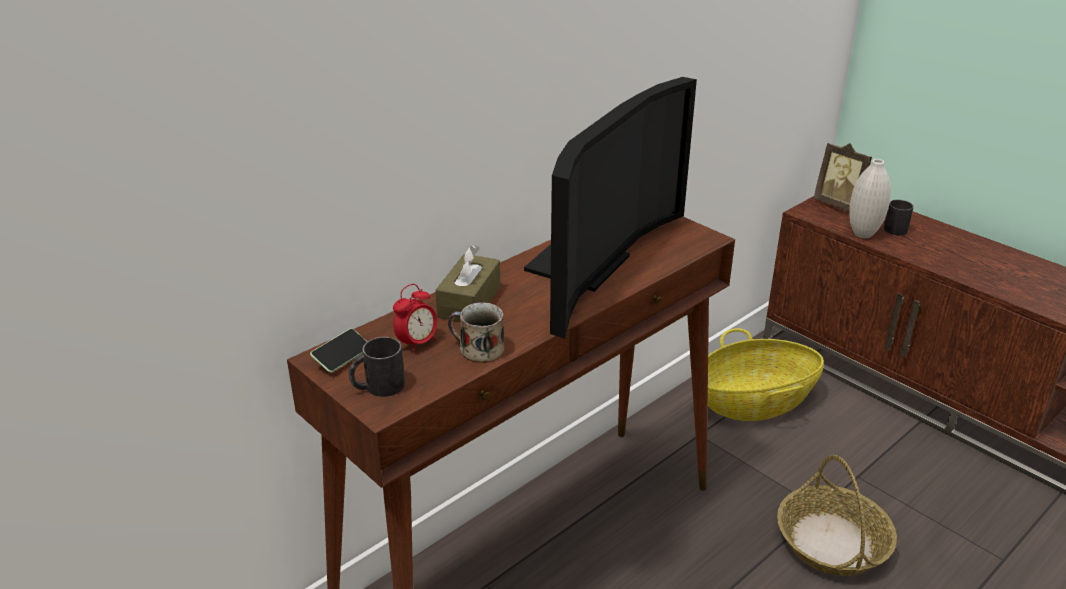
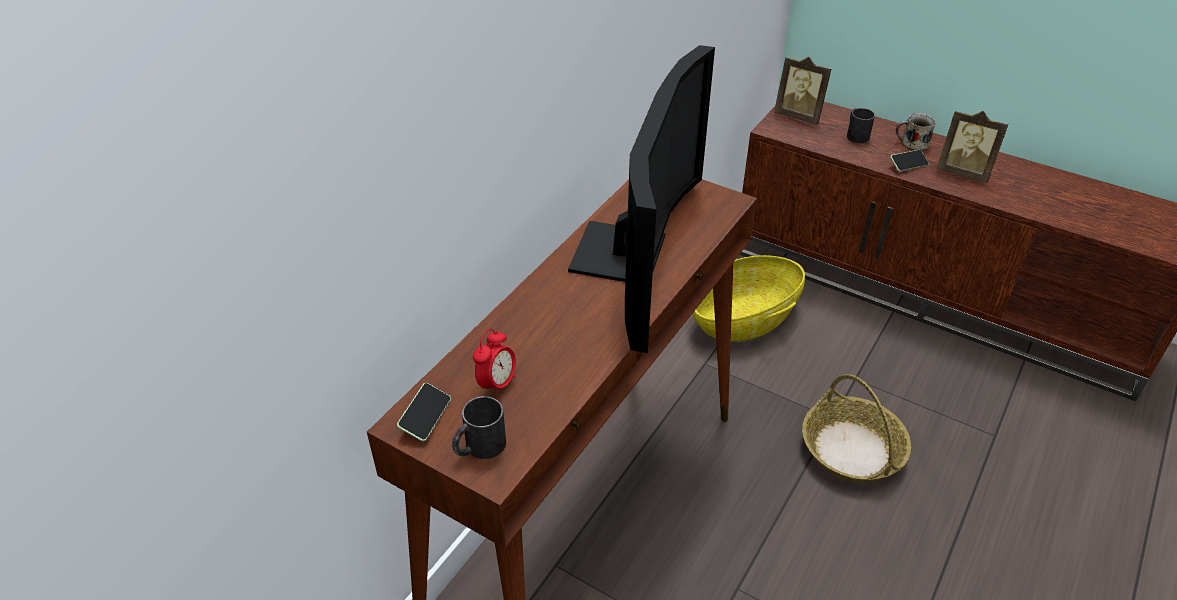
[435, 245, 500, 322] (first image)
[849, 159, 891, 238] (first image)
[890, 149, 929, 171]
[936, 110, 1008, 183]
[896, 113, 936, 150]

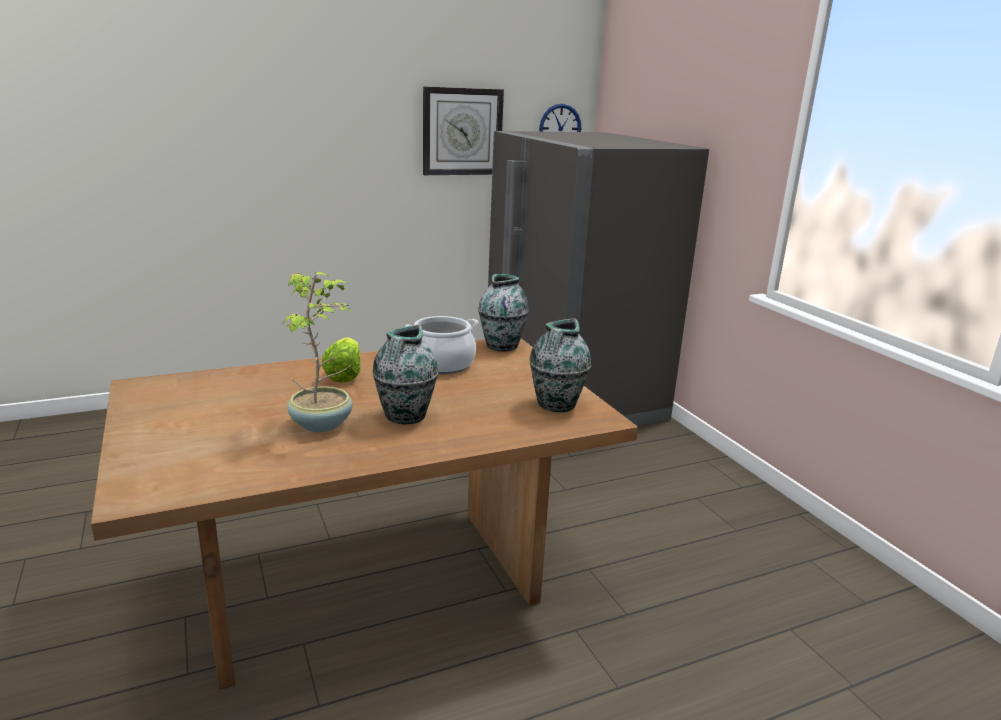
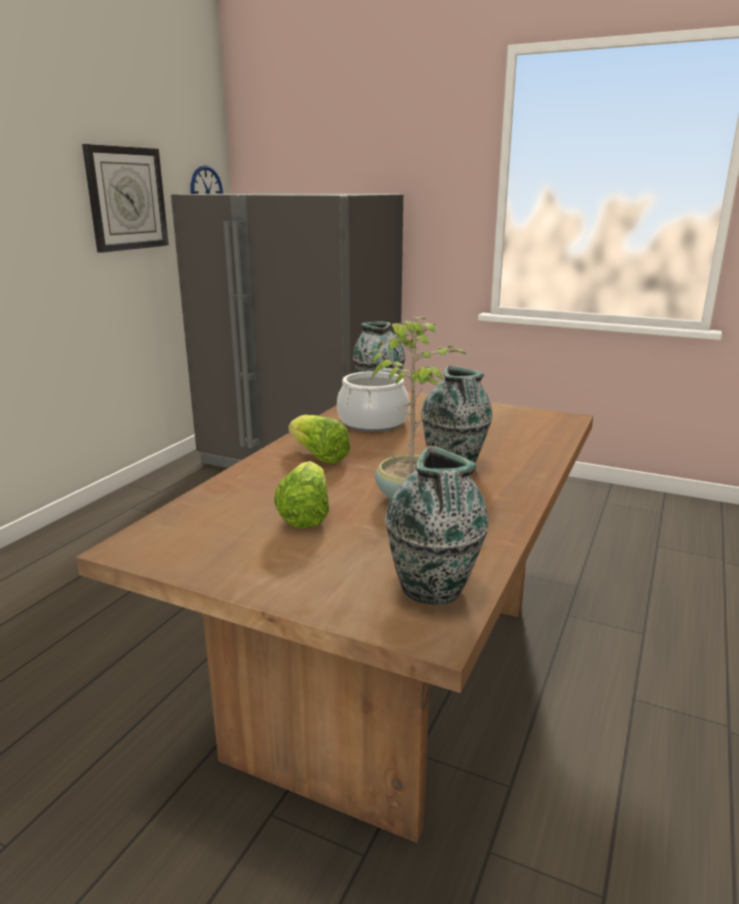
[274, 461, 329, 529]
[385, 446, 489, 605]

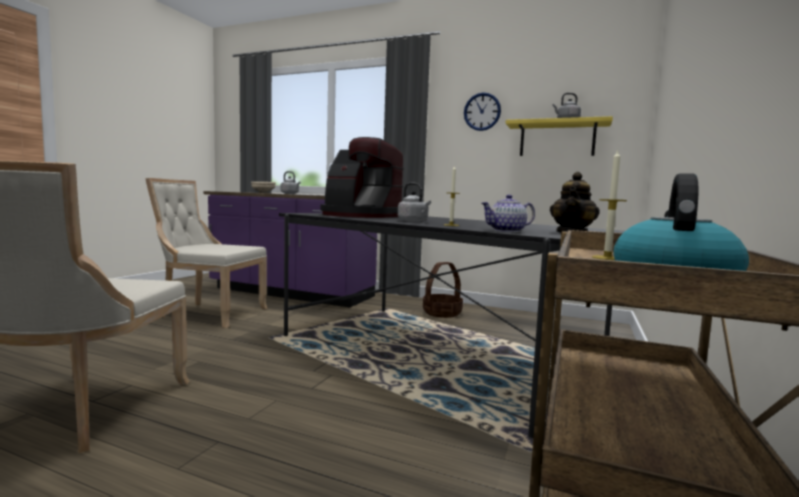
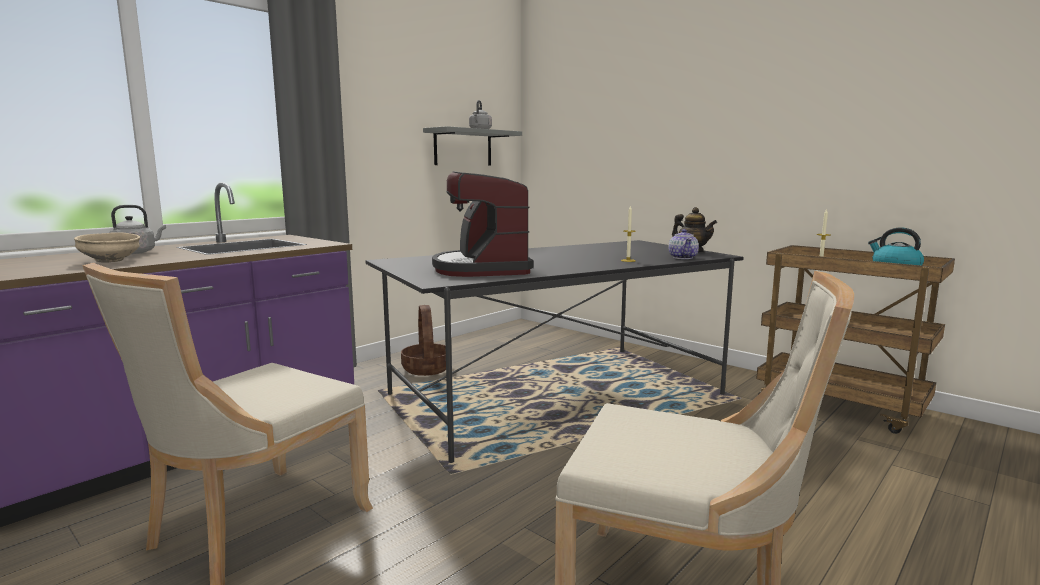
[398, 183, 431, 222] (first image)
[464, 92, 501, 131] (first image)
[423, 126, 522, 166]
[432, 171, 533, 277]

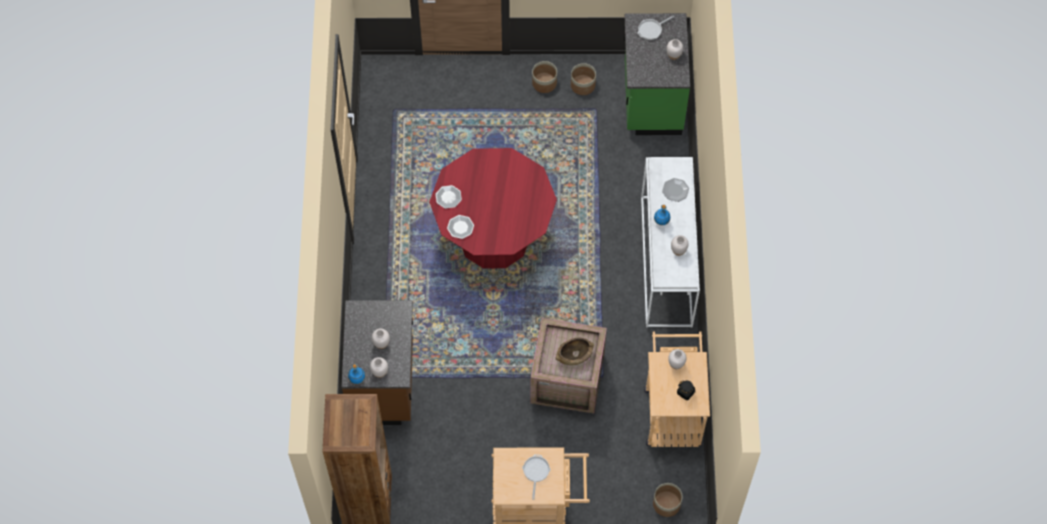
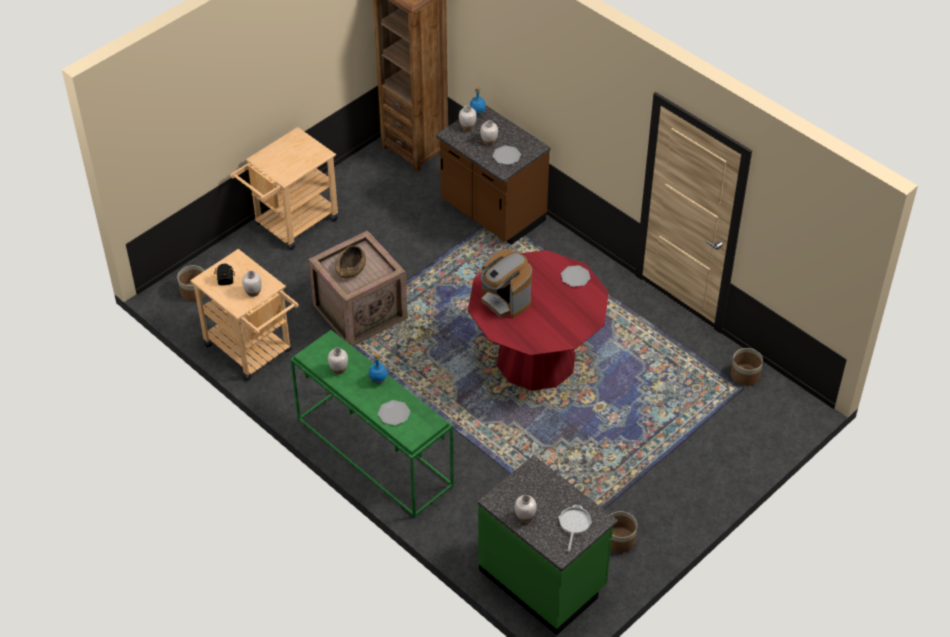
[522, 454, 551, 500] (first image)
[480, 249, 532, 318]
[493, 146, 521, 165]
[731, 348, 763, 386]
[290, 330, 454, 518]

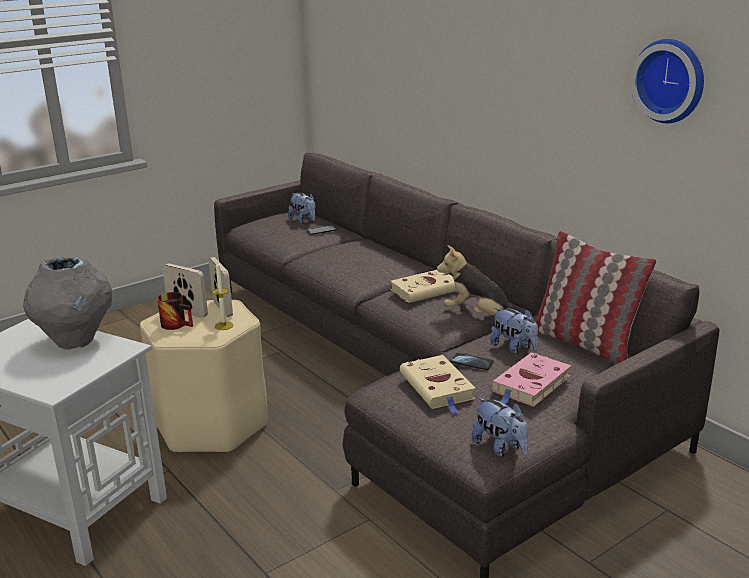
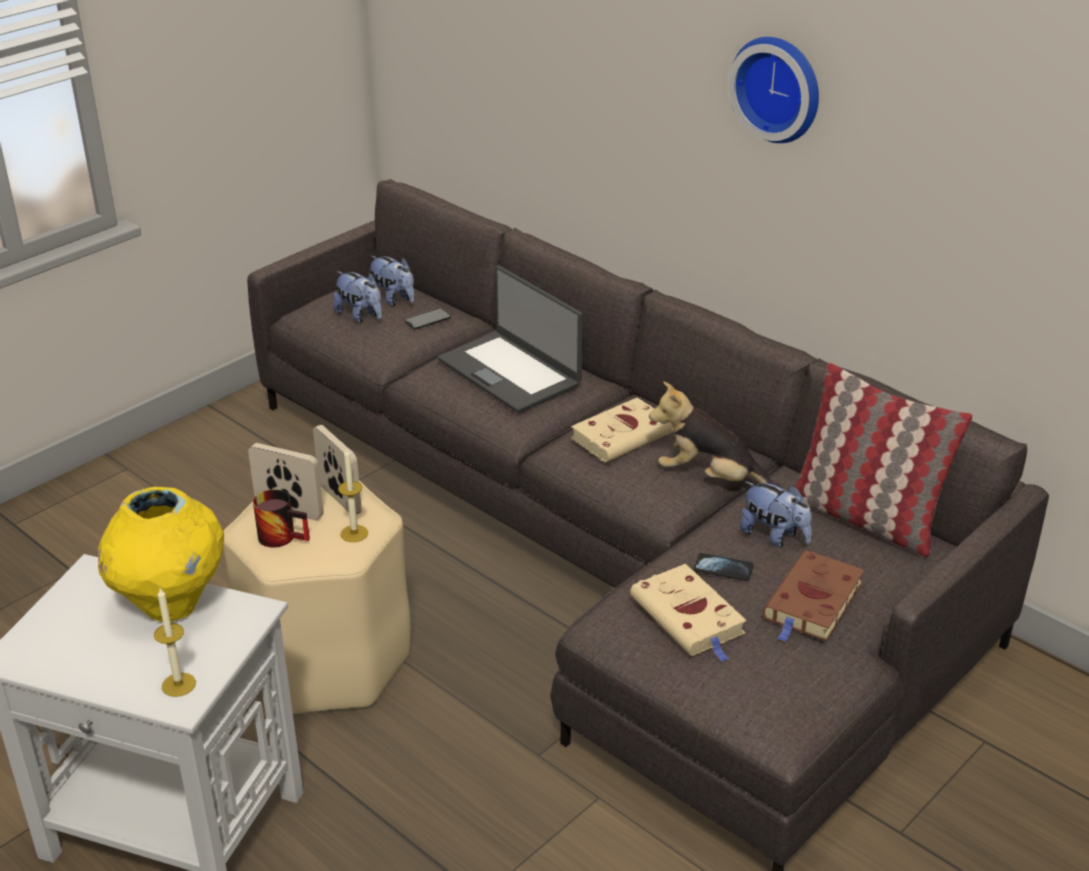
[154, 588, 196, 697]
[438, 266, 583, 413]
[333, 271, 382, 323]
[728, 37, 819, 143]
[98, 487, 224, 622]
[763, 550, 864, 642]

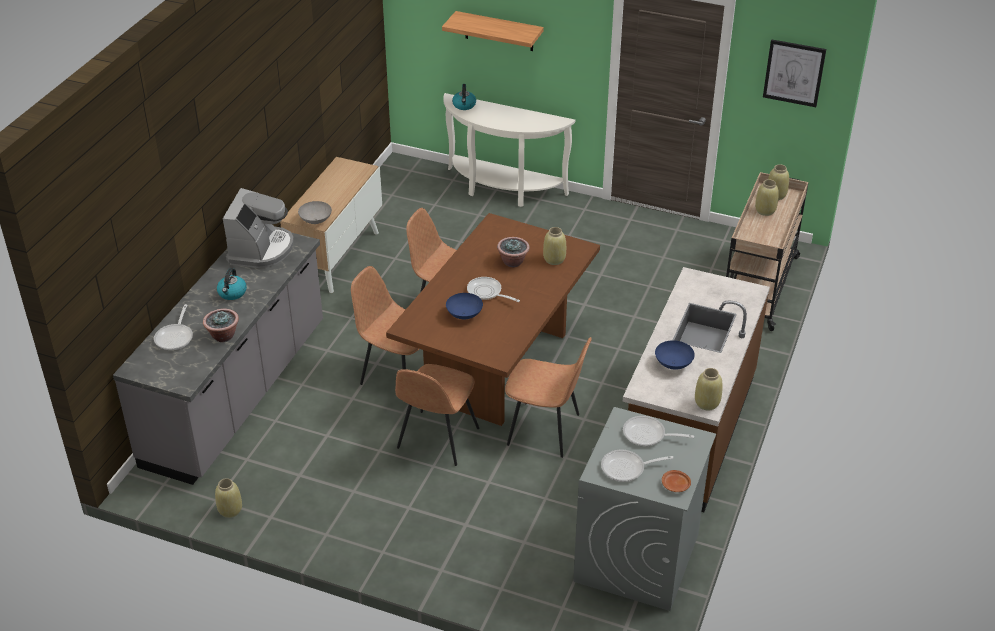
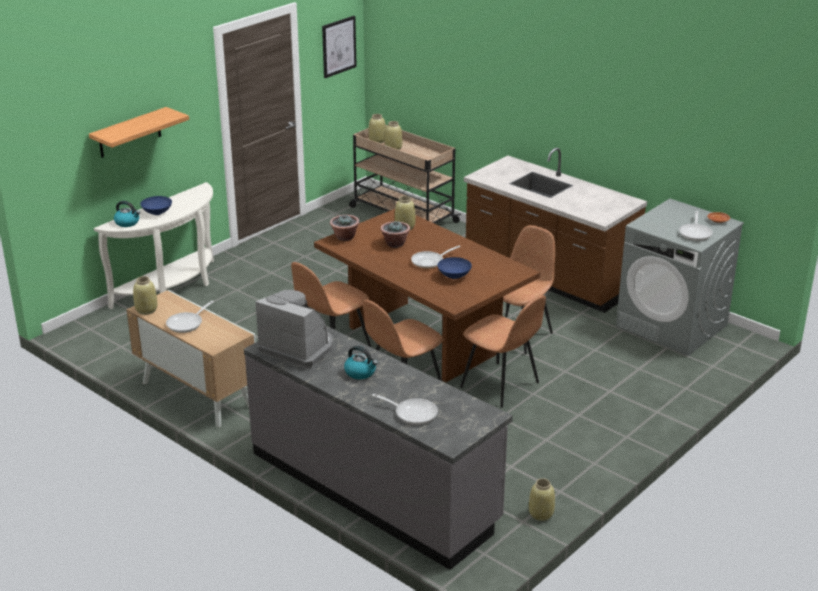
[298, 201, 332, 224] (first image)
[330, 215, 359, 241]
[166, 301, 214, 333]
[140, 196, 172, 215]
[133, 276, 158, 315]

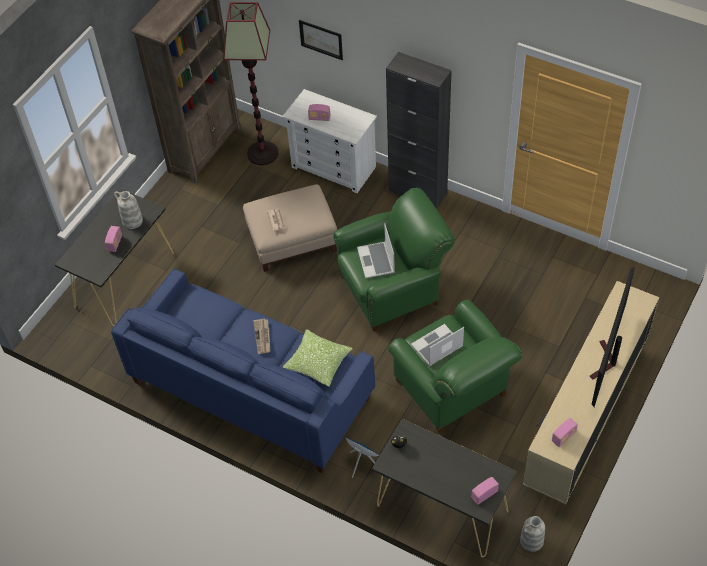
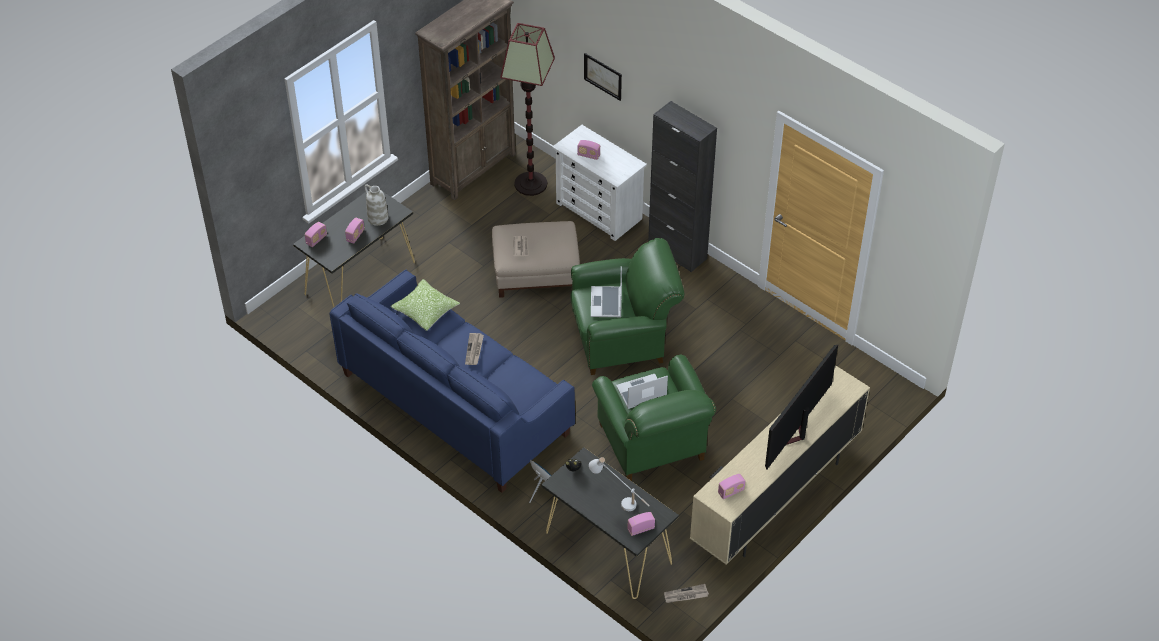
[304, 222, 327, 247]
[589, 457, 650, 511]
[390, 279, 460, 331]
[664, 584, 709, 603]

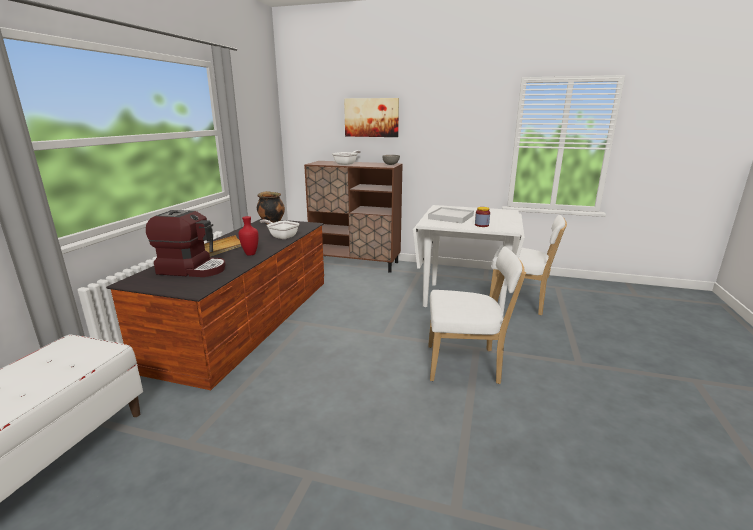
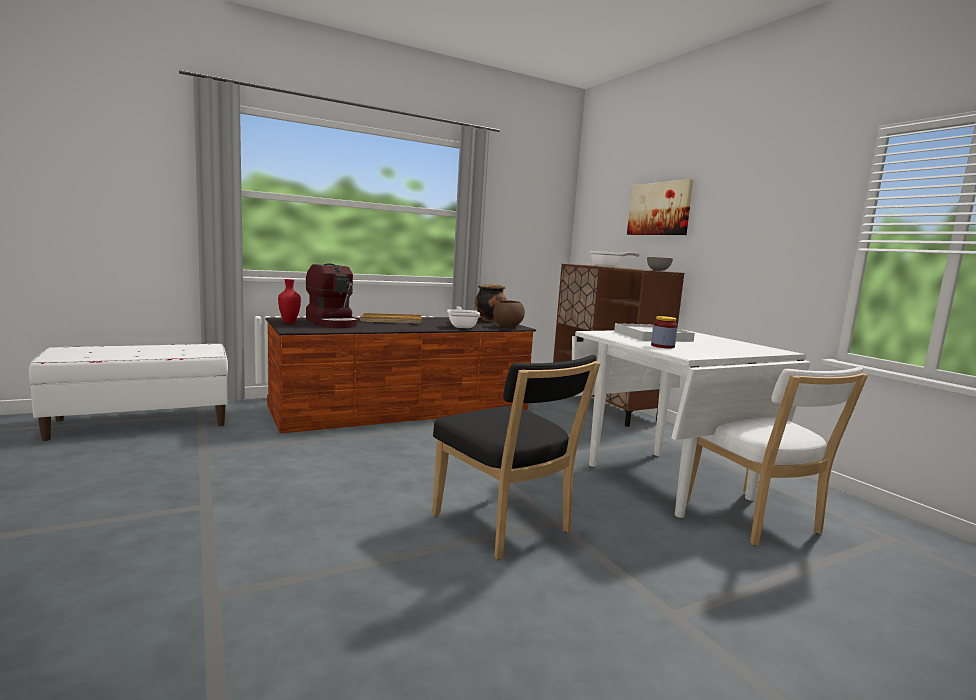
[493, 300, 525, 327]
[278, 279, 301, 323]
[432, 355, 600, 560]

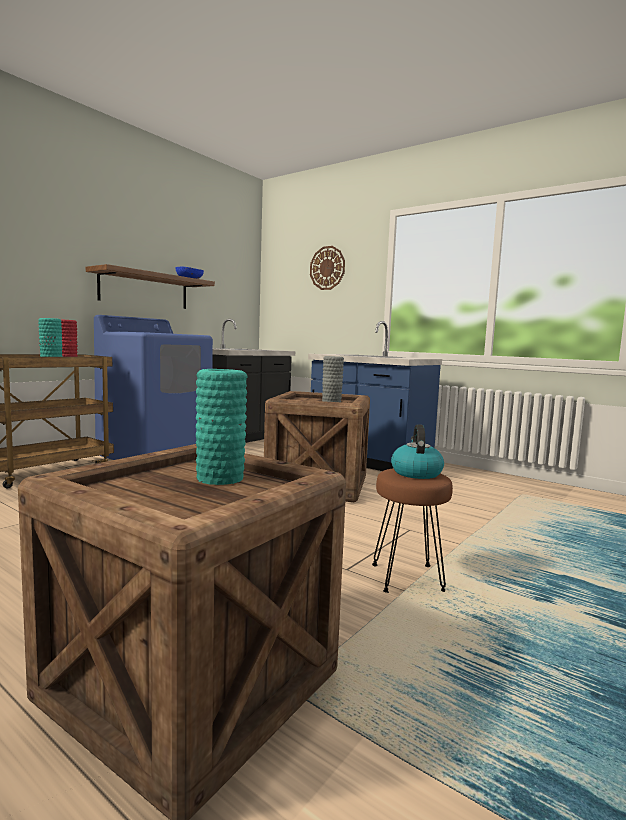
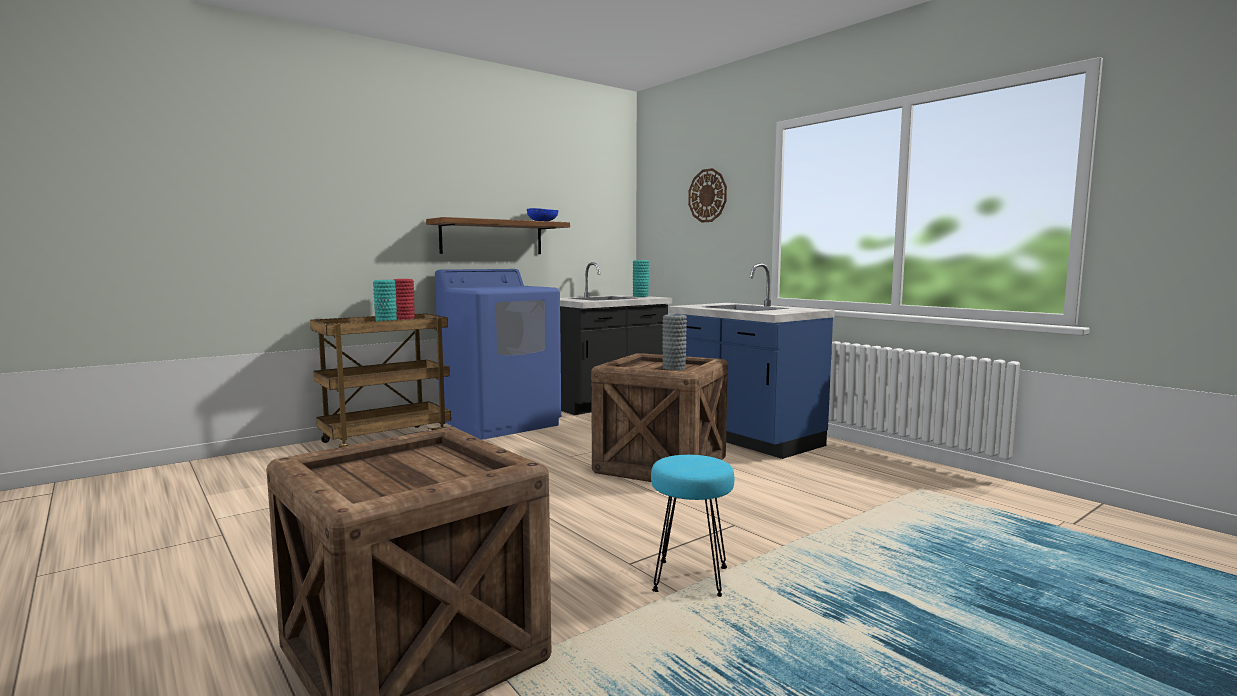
[391, 424, 444, 479] (first image)
[633, 260, 649, 297]
[651, 455, 734, 597]

